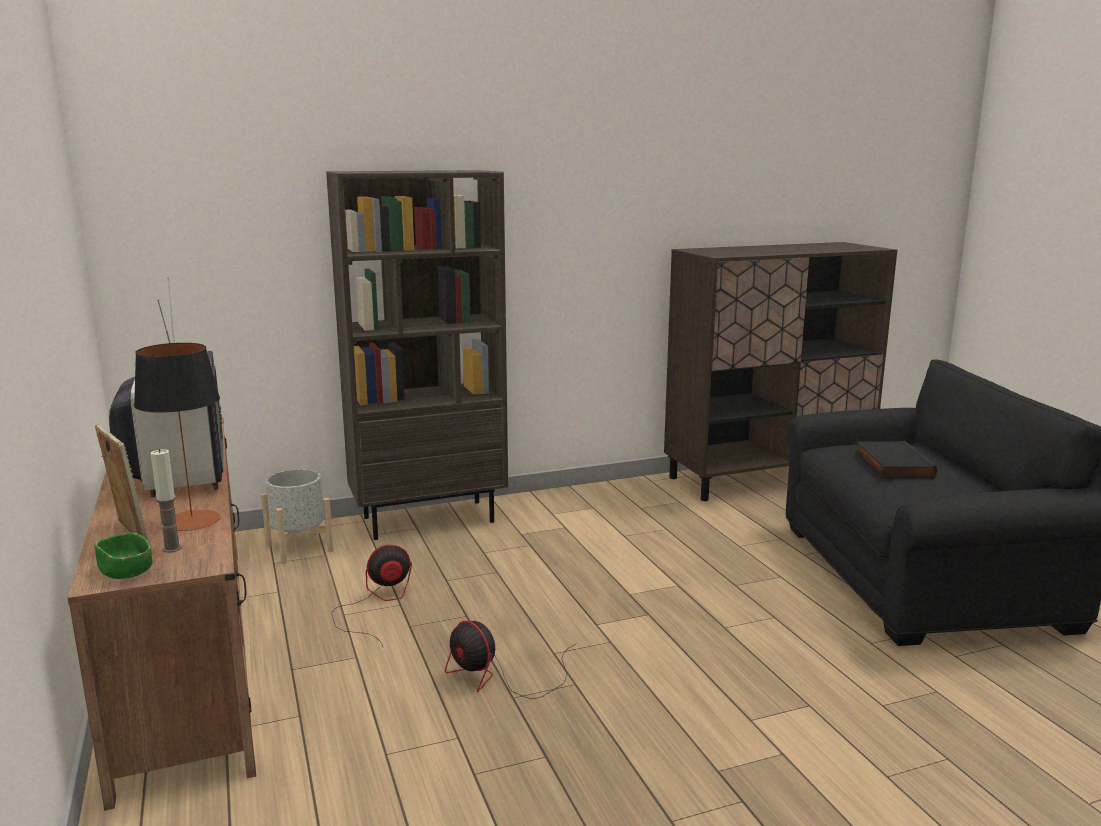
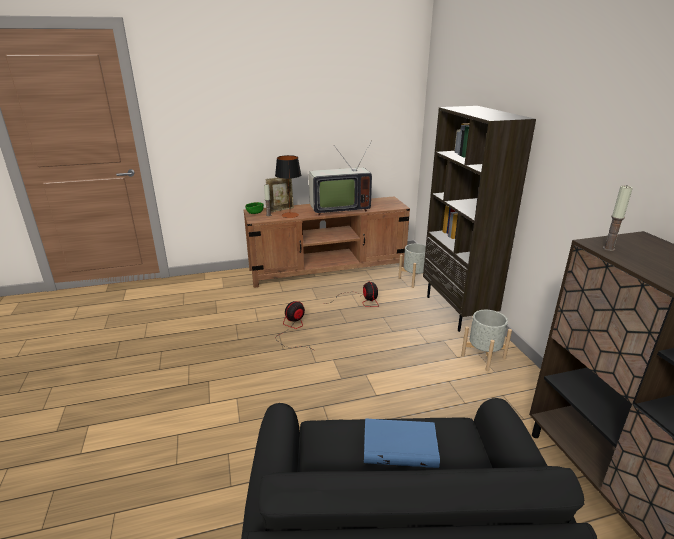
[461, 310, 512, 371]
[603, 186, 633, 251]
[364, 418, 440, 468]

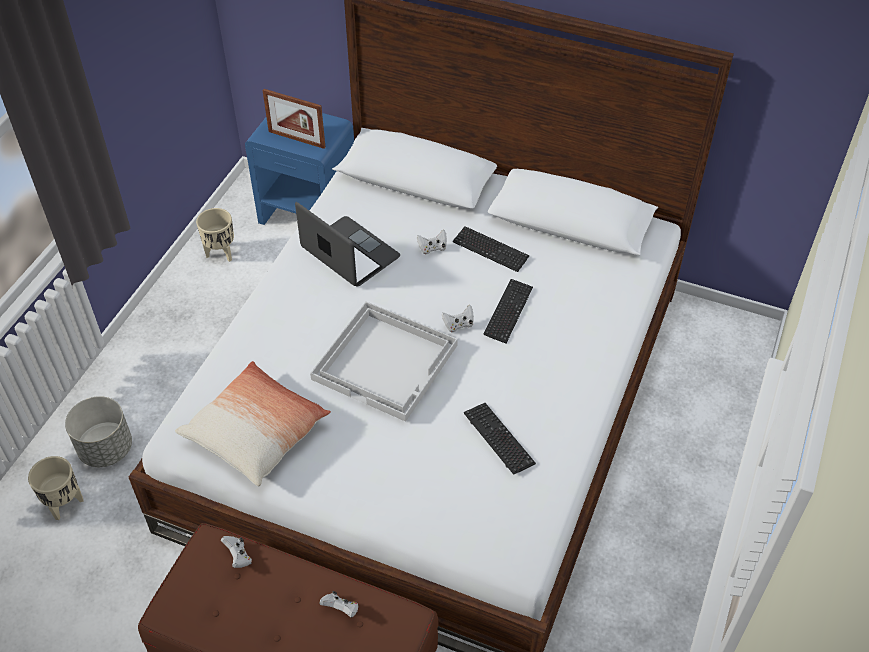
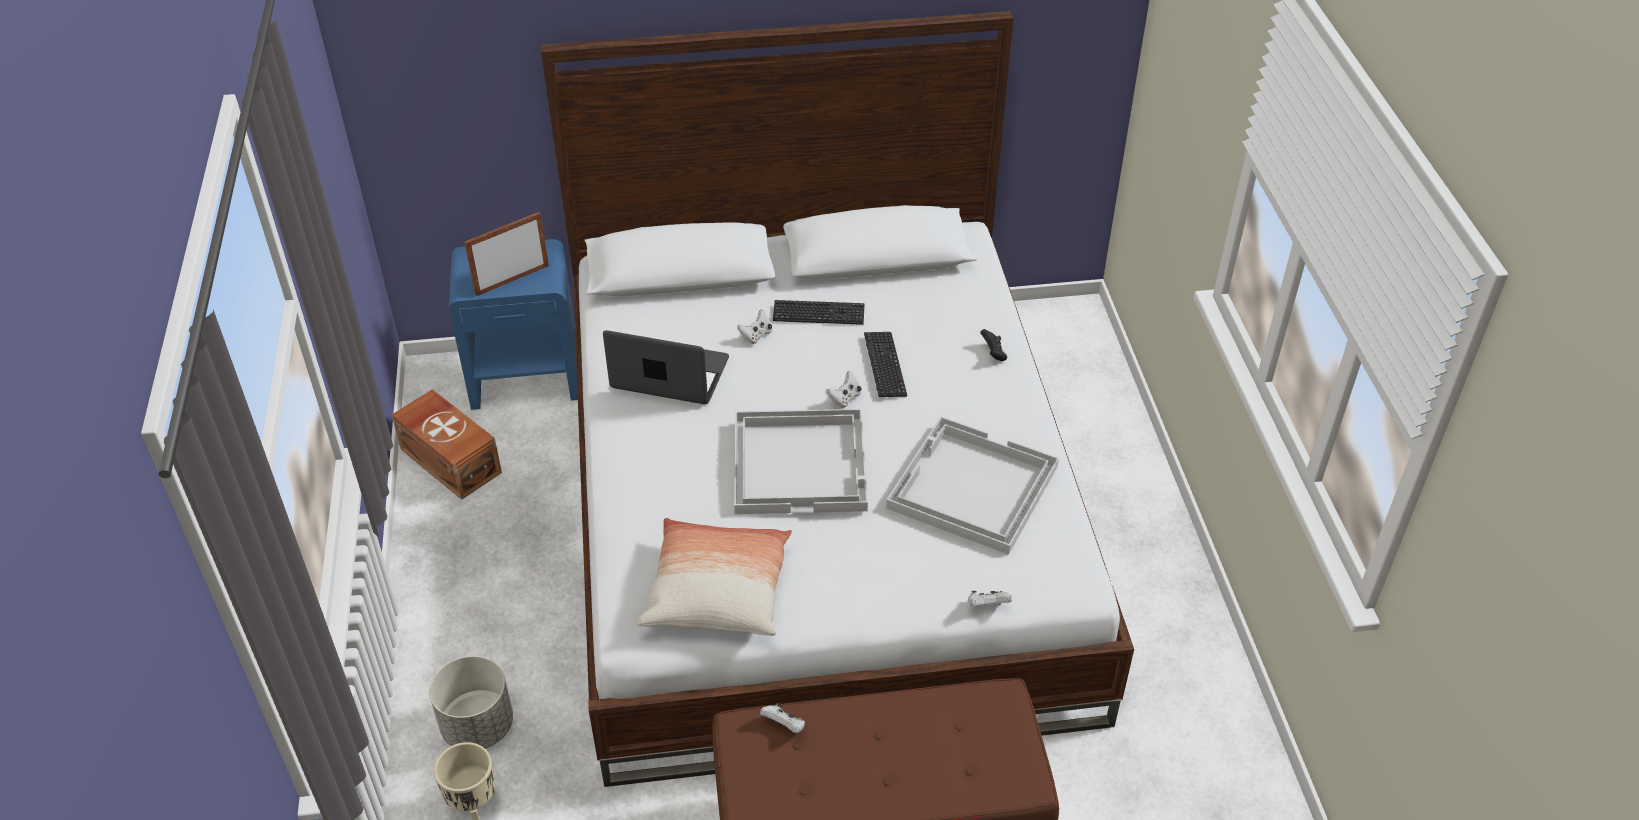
[980, 329, 1007, 361]
[968, 591, 1012, 607]
[392, 389, 502, 500]
[886, 417, 1059, 555]
[464, 212, 549, 296]

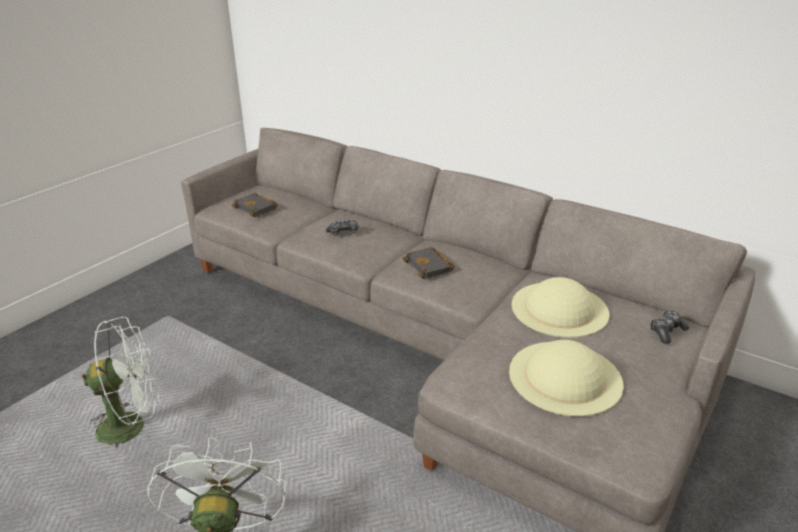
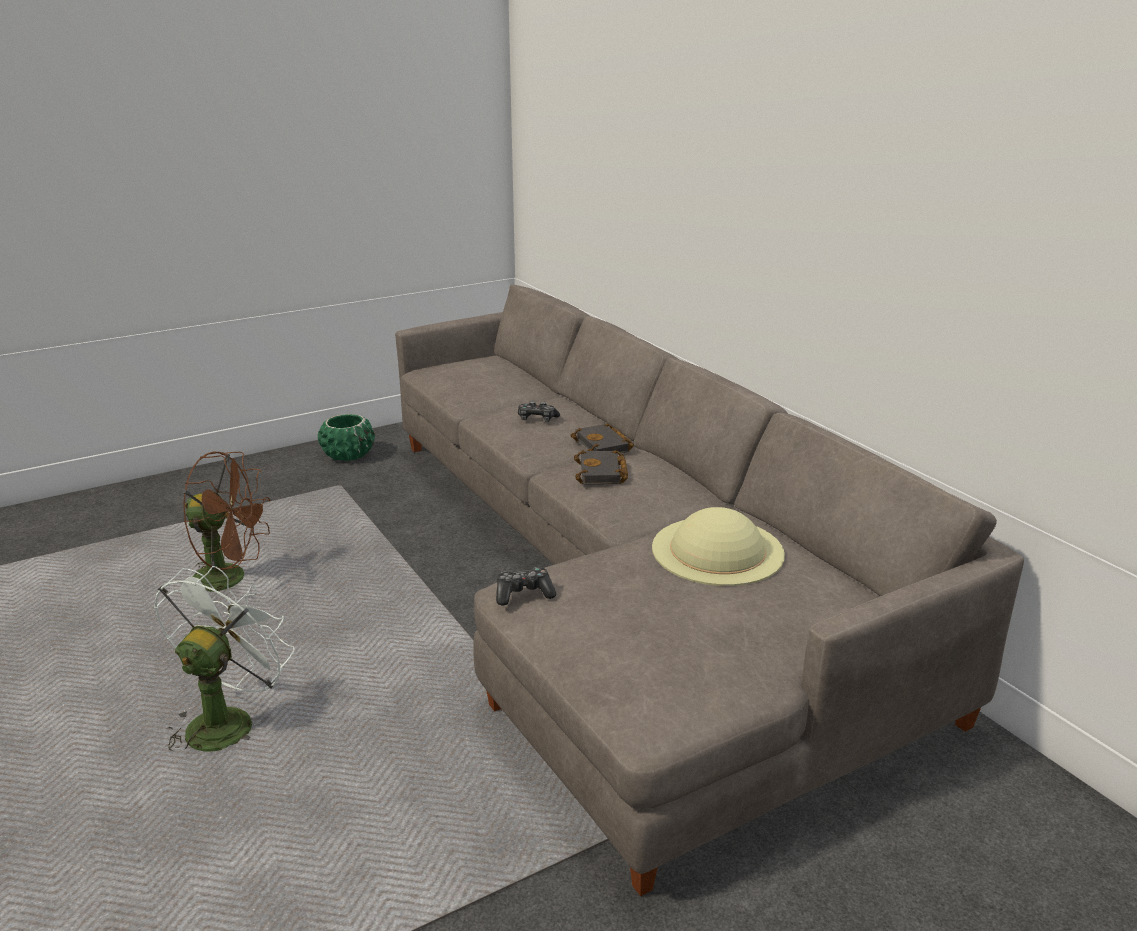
[509, 340, 624, 417] (first image)
[318, 414, 375, 461]
[570, 423, 634, 454]
[496, 567, 556, 605]
[183, 452, 270, 592]

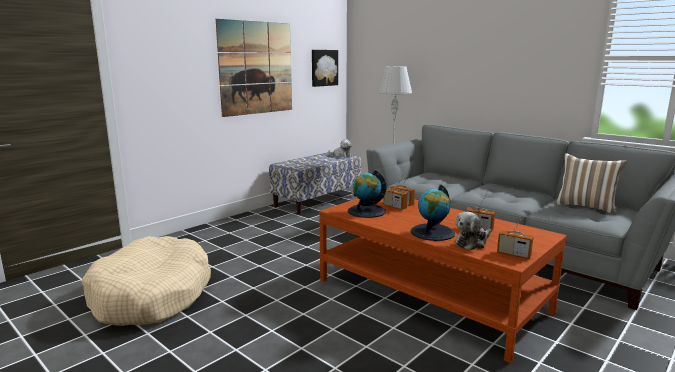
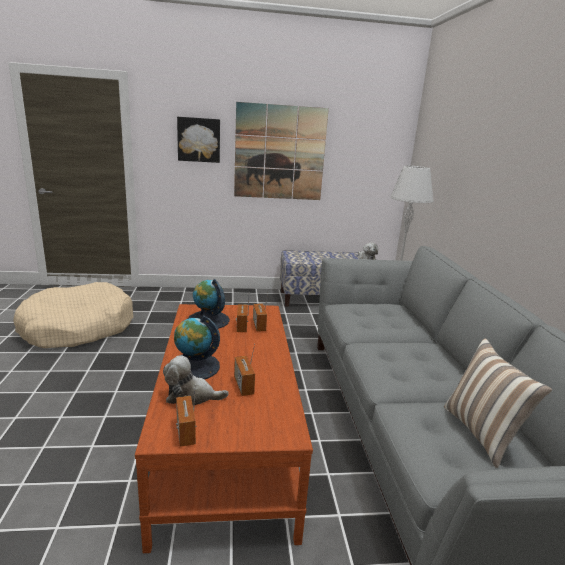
[177, 117, 220, 163]

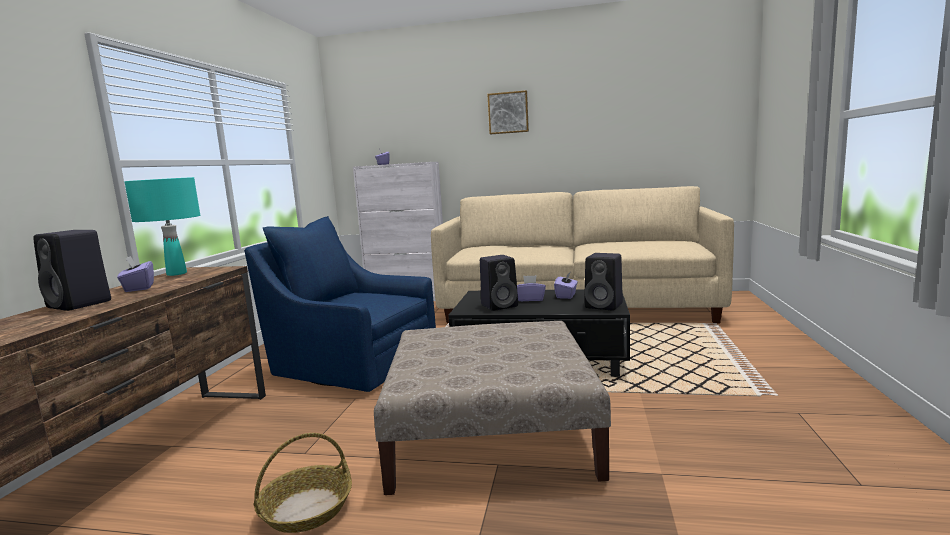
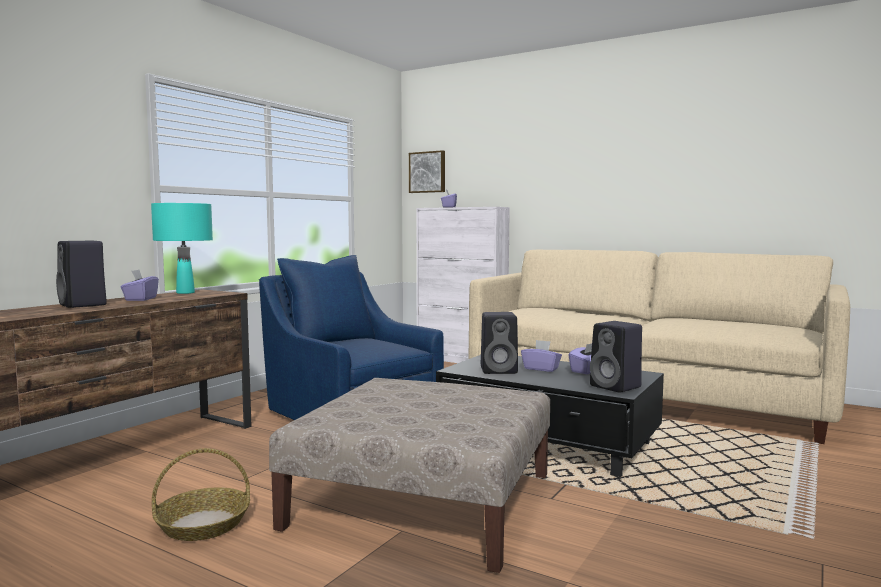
[409, 150, 445, 193]

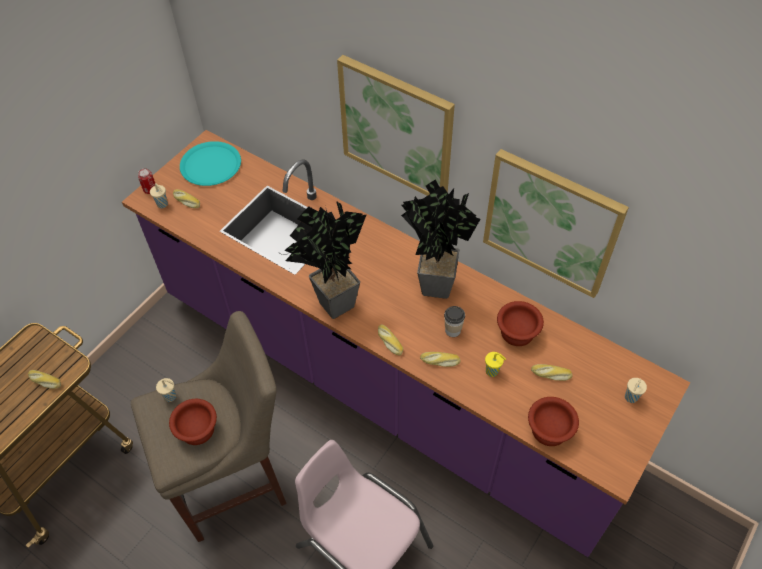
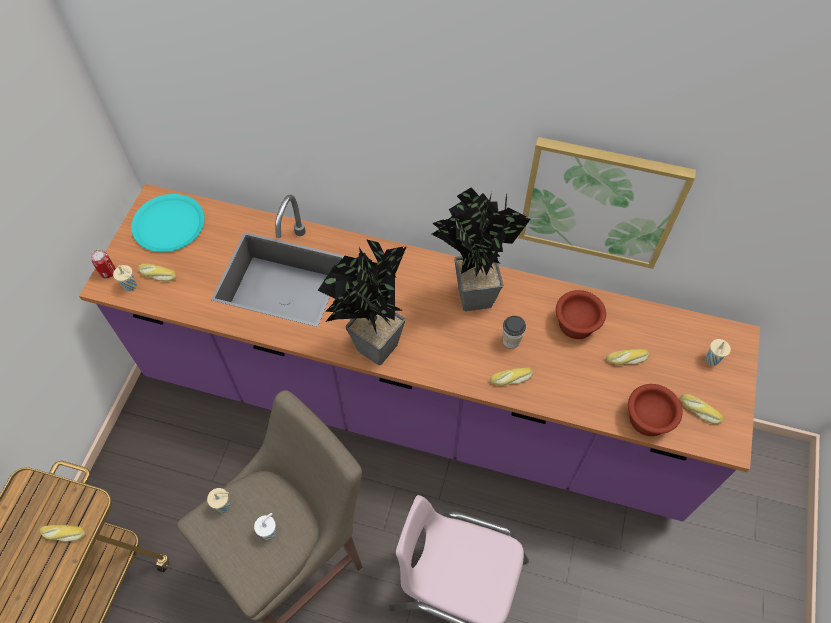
[337, 55, 455, 196] (first image)
[485, 352, 506, 377] (first image)
[681, 394, 723, 424]
[254, 513, 276, 540]

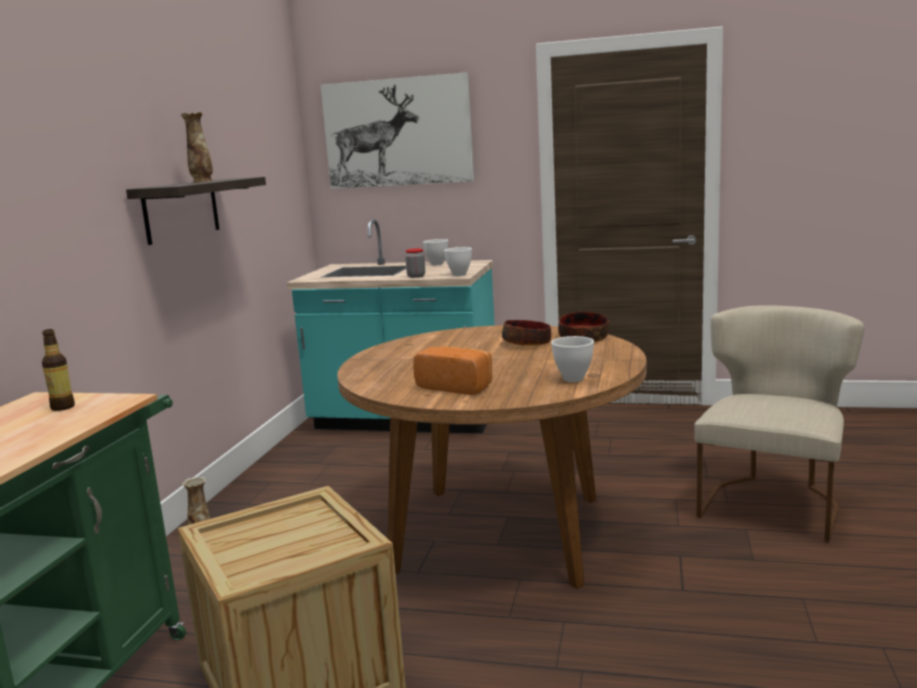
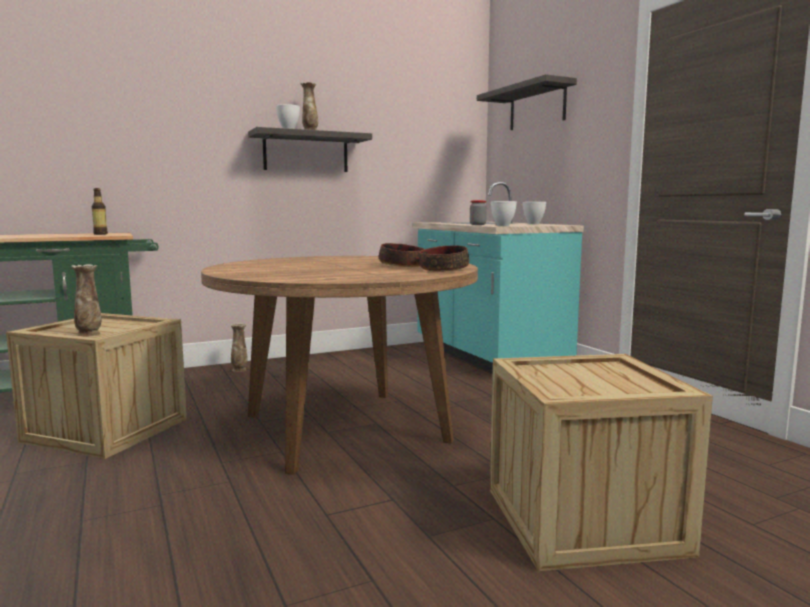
[413, 346, 492, 395] (first image)
[72, 264, 101, 337]
[276, 104, 300, 129]
[477, 74, 577, 130]
[490, 354, 713, 571]

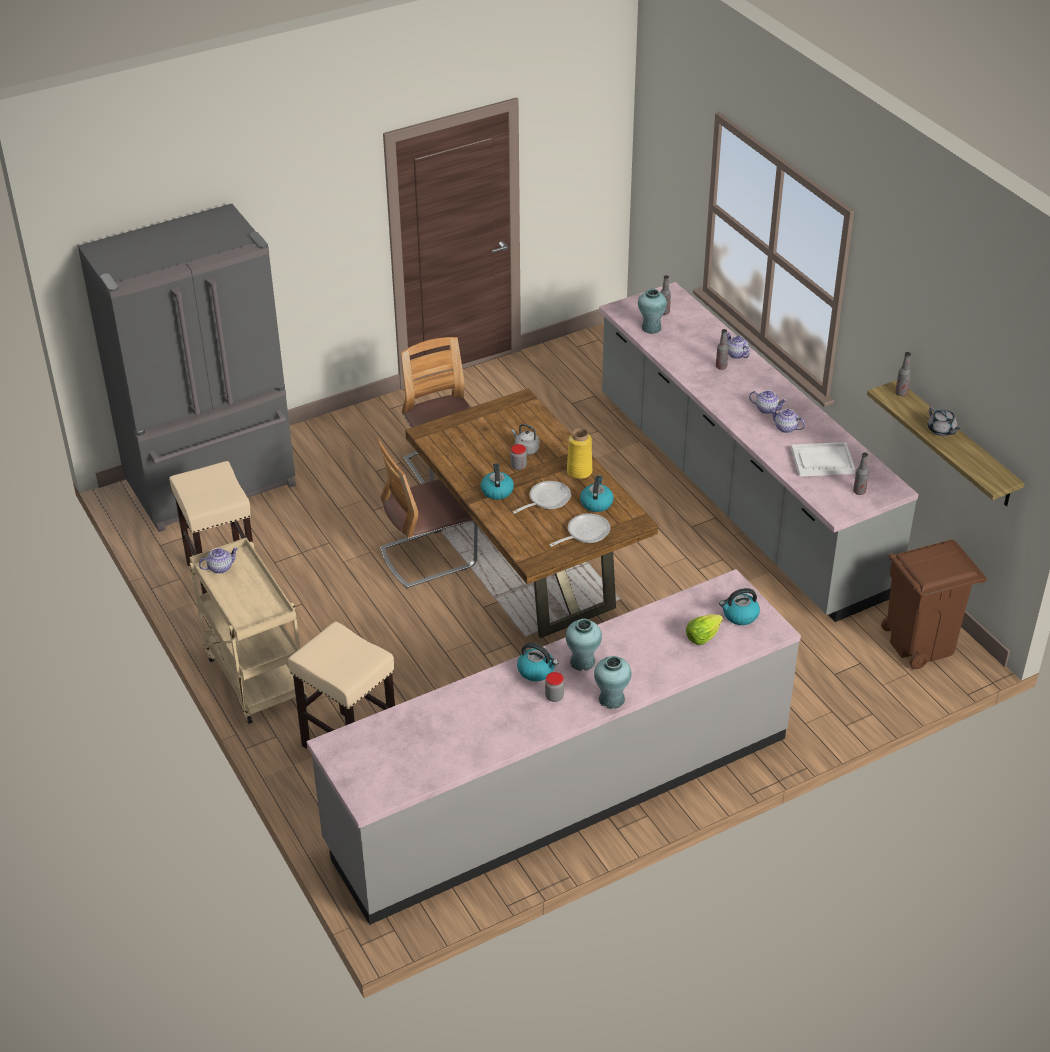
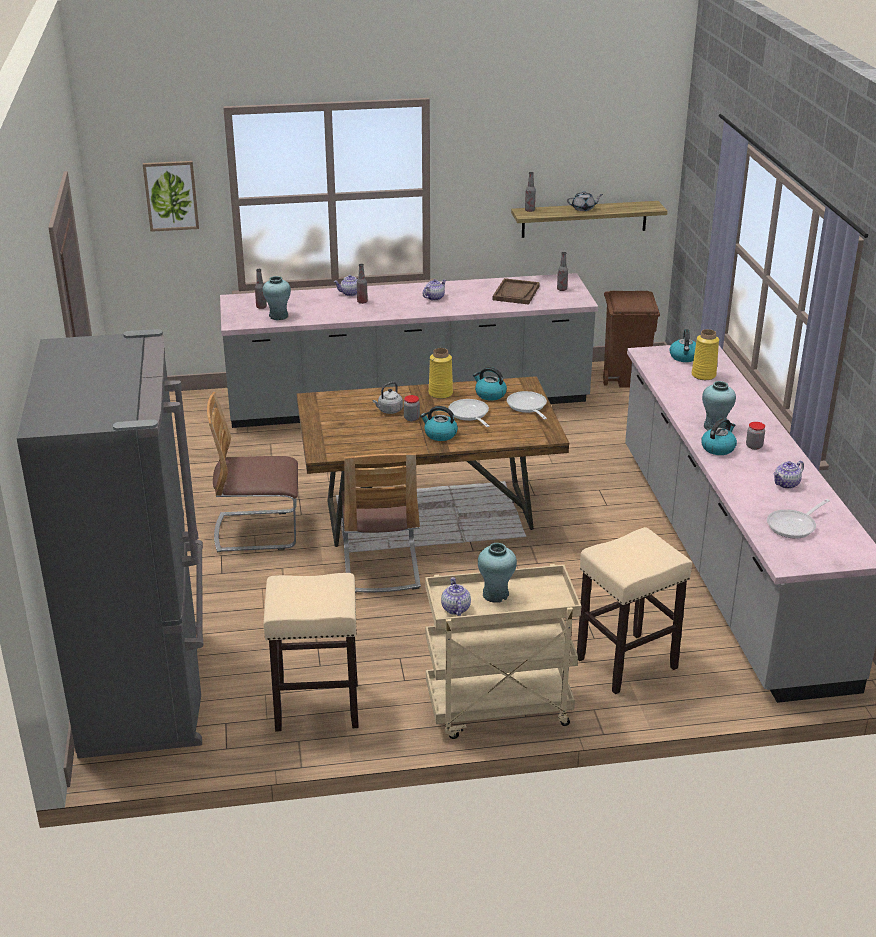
[143, 161, 199, 232]
[767, 499, 830, 539]
[478, 543, 517, 603]
[774, 461, 804, 489]
[692, 329, 719, 380]
[493, 278, 540, 305]

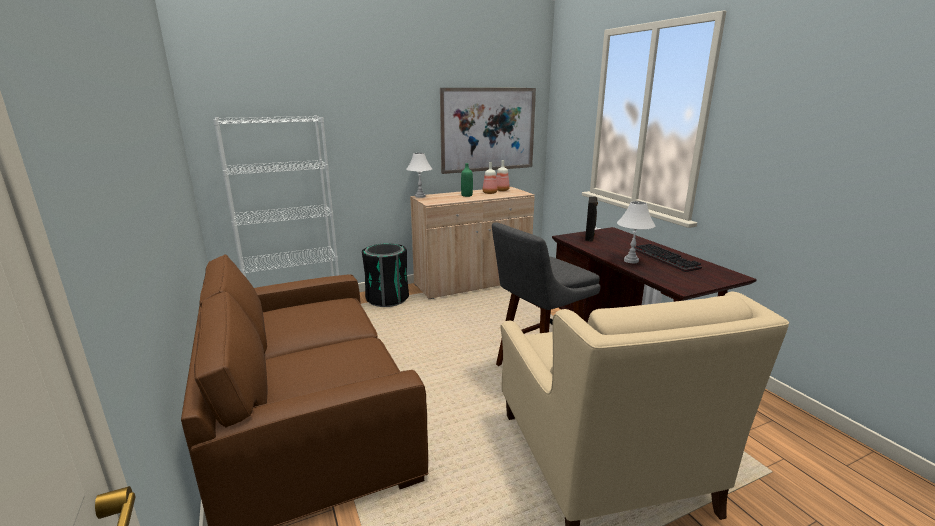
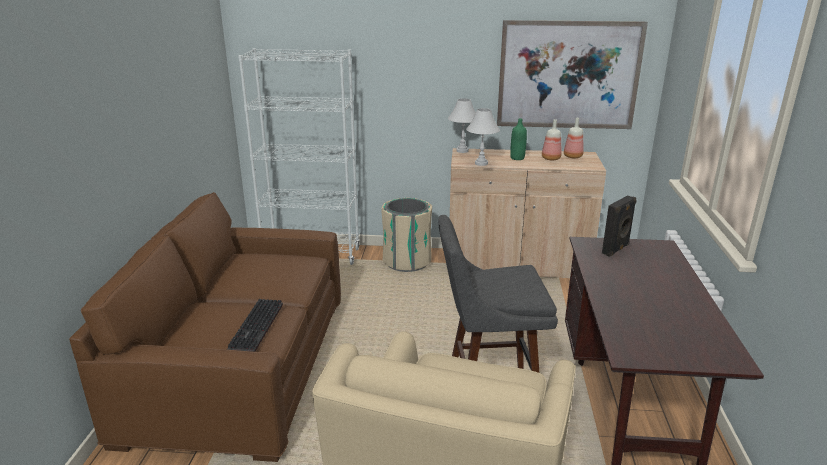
[466, 108, 500, 166]
[227, 299, 283, 352]
[381, 198, 432, 272]

